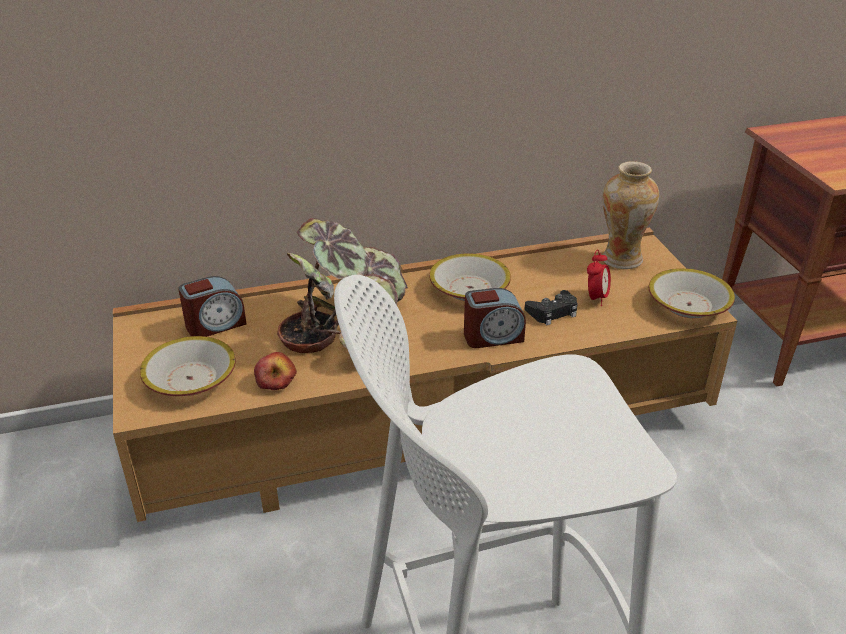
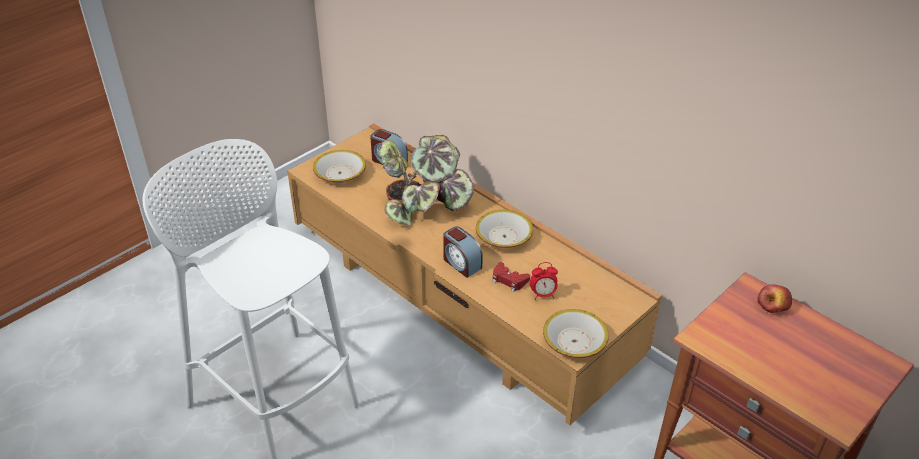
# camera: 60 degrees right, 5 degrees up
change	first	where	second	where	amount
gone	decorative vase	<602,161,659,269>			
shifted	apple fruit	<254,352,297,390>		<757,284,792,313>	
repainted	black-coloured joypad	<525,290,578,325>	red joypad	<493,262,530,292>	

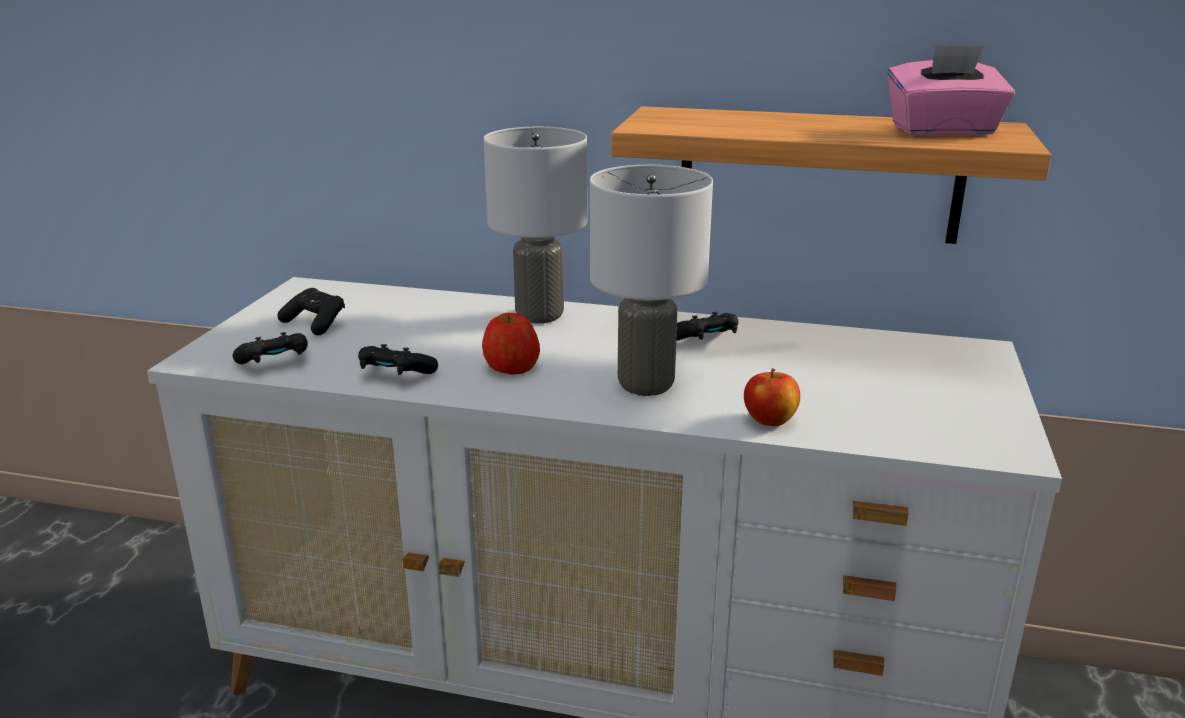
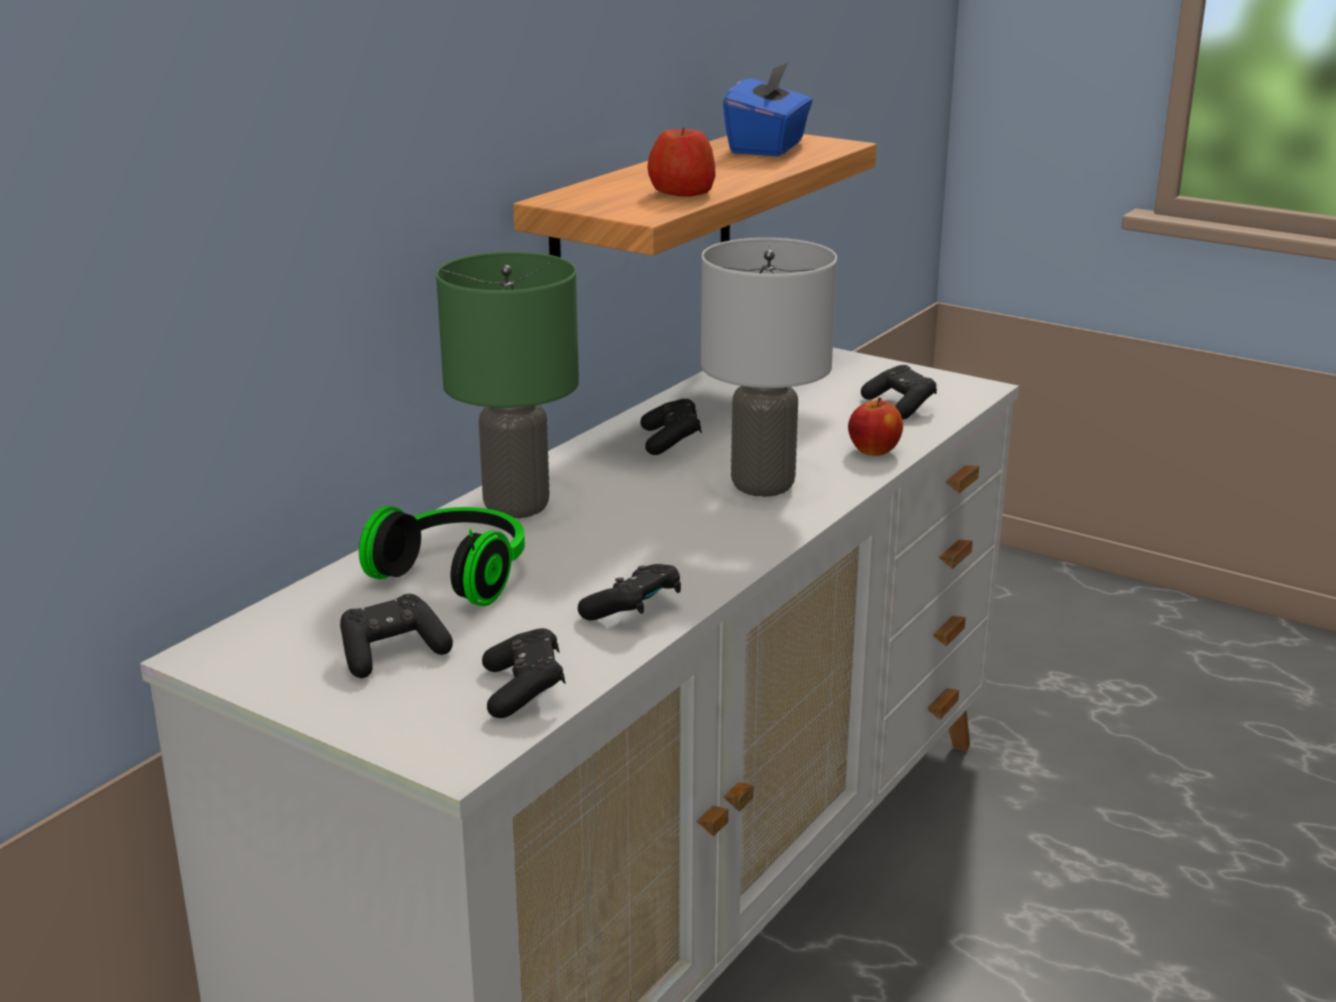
# camera: 70 degrees left, 0 degrees up
change	first	where	second	where	amount
new			headphones	<359,506,525,606>	
new			black-coloured joypad	<861,365,937,420>	
shifted	apple fruit	<482,313,540,375>		<647,127,716,197>	
repainted	white tabletop lamp	<484,127,587,324>	green-coloured tabletop lamp	<436,252,579,518>	
repainted	pink-coloured tissue box	<887,45,1015,136>	bluish tissue box	<723,61,813,156>	

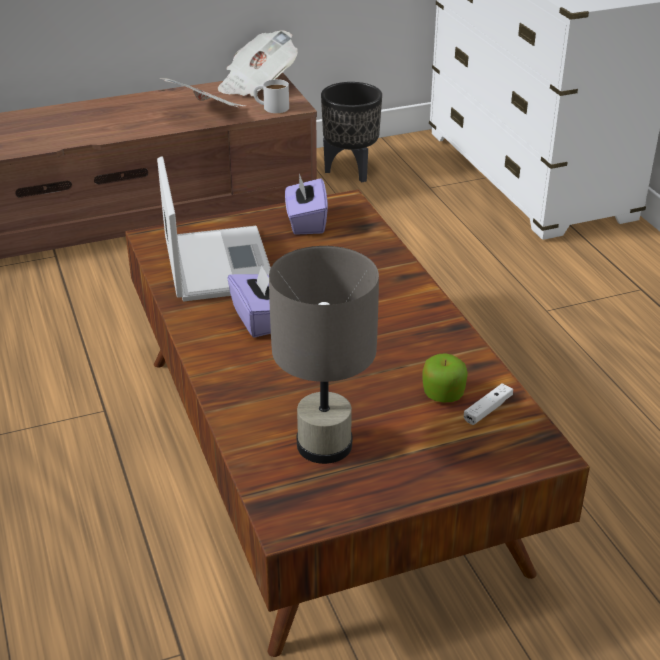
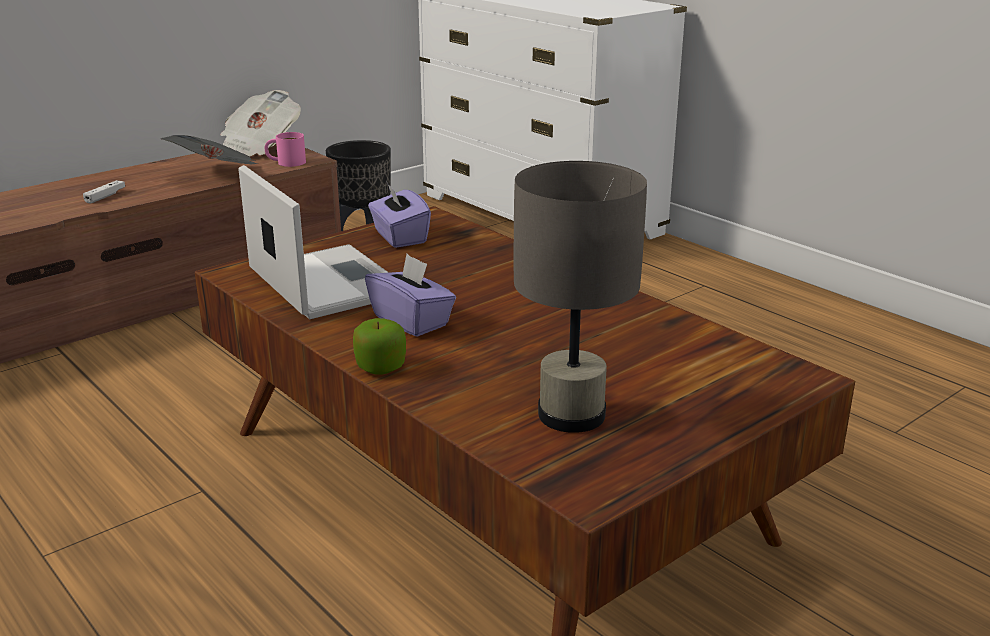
# camera: 20 degrees left, 10 degrees down
change	first	where	second	where	amount
shifted	apple fruit	<422,353,468,402>		<353,318,406,375>	
shifted	white joypad	<464,383,513,425>		<83,180,125,204>	
repainted	white tea mug	<253,79,289,113>	pink-coloured tea mug	<264,132,306,167>	

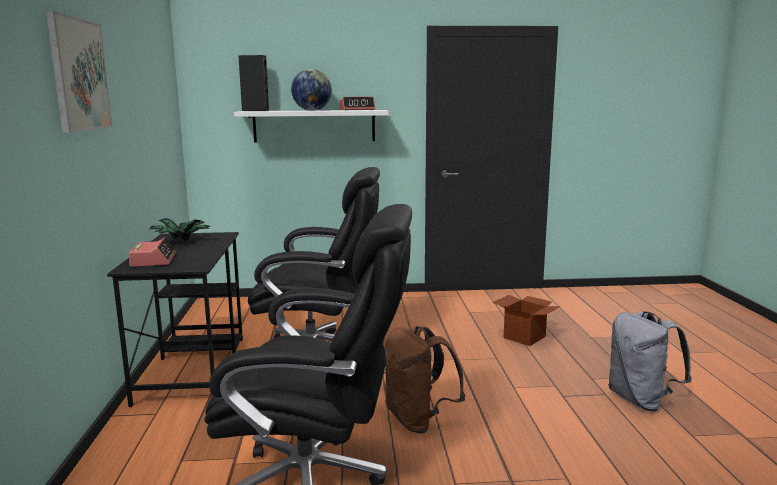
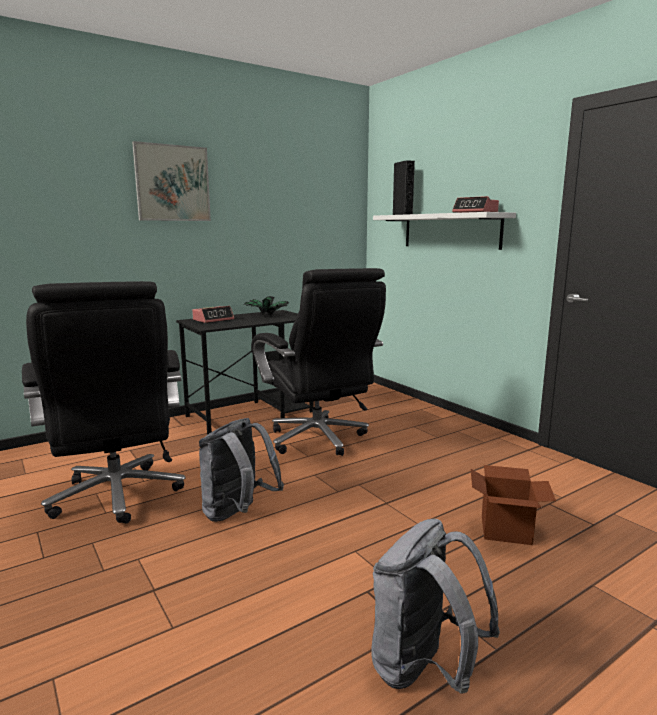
# camera: 60 degrees right, 0 degrees up
change	first	where	second	where	amount
gone	desk globe	<291,69,332,111>			
repainted	brownish rucksack	<385,326,466,433>	greyish rucksack	<199,418,284,522>	

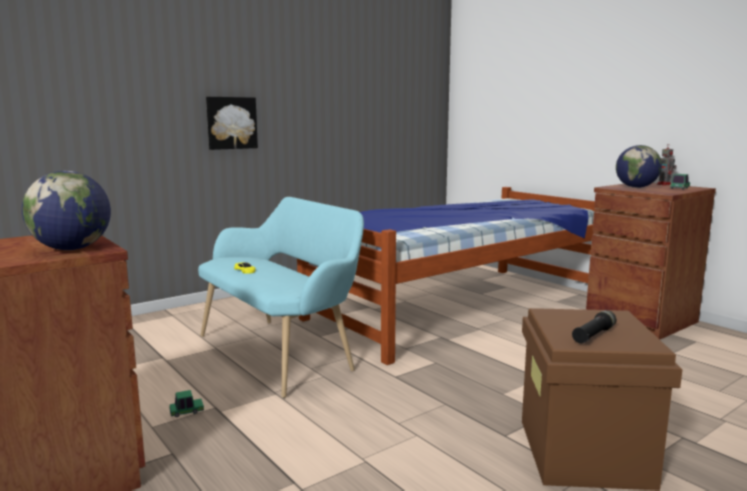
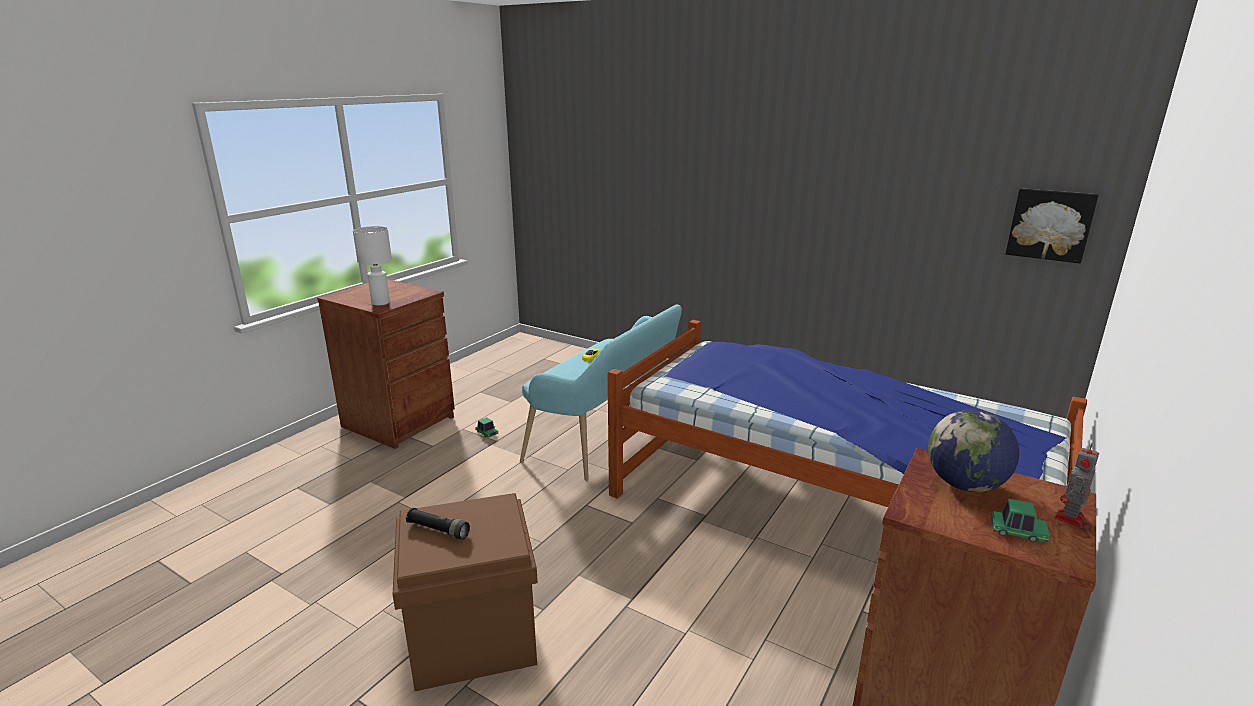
# camera: 70 degrees right, 10 degrees up
change	first	where	second	where	amount
shifted	wall art	<206,97,258,150>		<1006,188,1098,263>	
swapped	desk globe	<22,171,111,250>	white tabletop lamp	<353,226,392,305>	

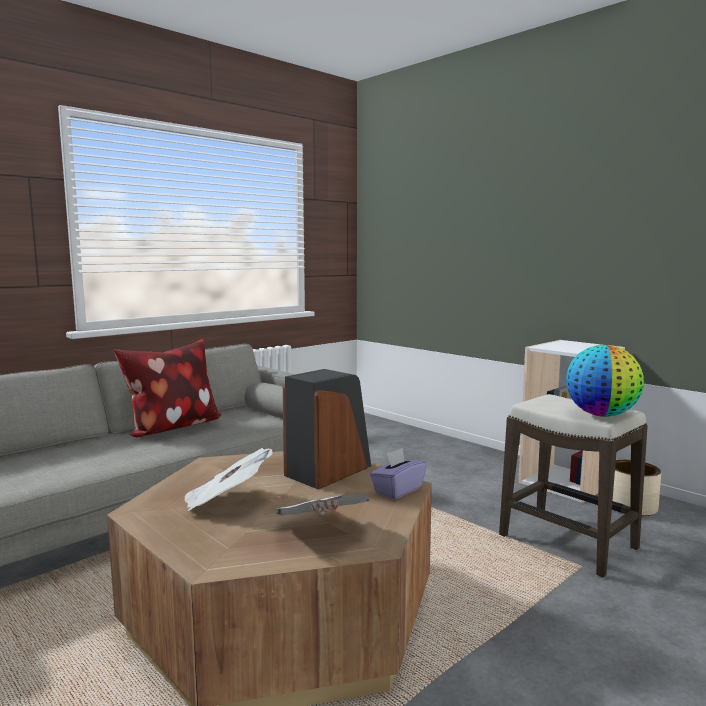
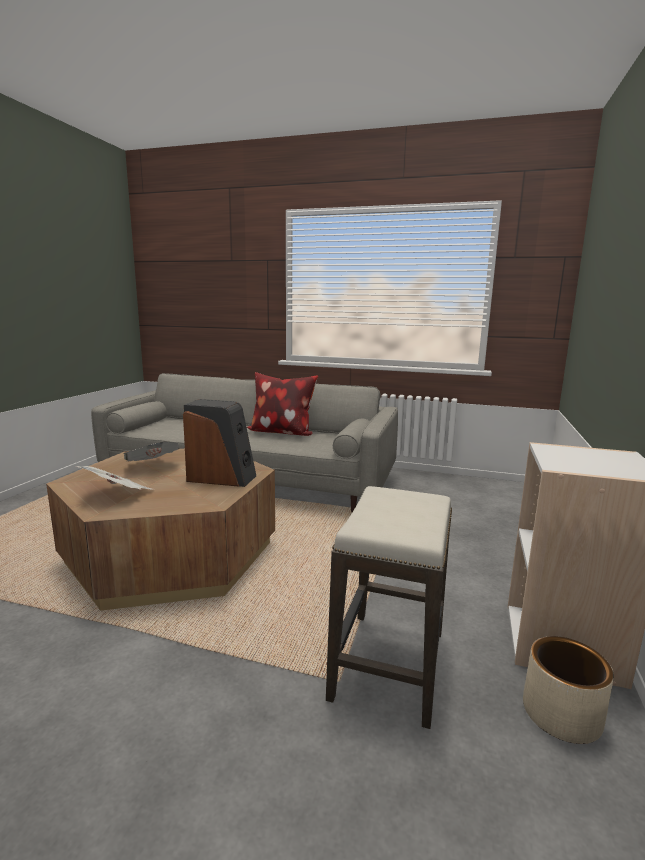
# camera: 60 degrees right, 5 degrees up
change	first	where	second	where	amount
gone	purple-coloured tissue box	<370,448,427,499>			
gone	desk globe	<566,345,644,417>			

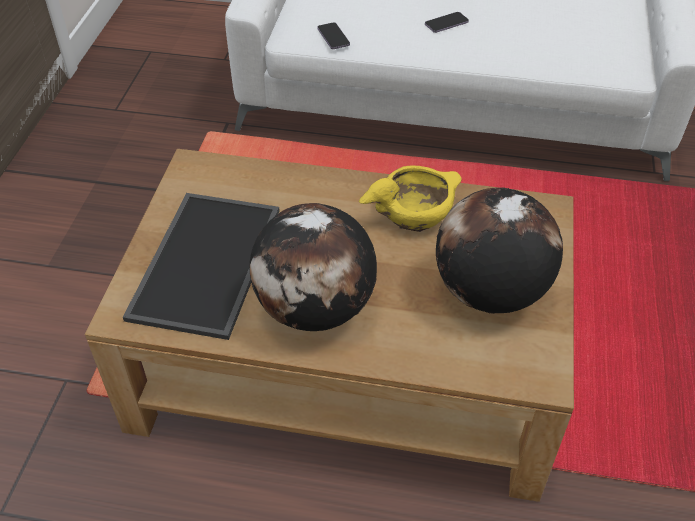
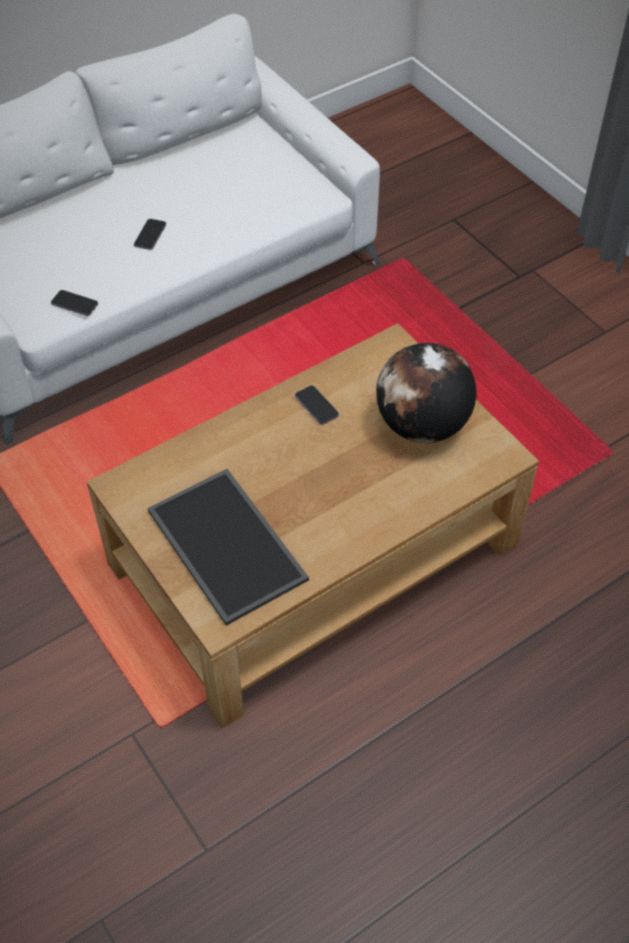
# camera: 45 degrees left, 5 degrees up
change	first	where	second	where	amount
gone	desk globe	<249,203,377,331>			
swapped	yellow-coloured deep dish	<359,165,462,232>	handset	<295,385,339,425>	

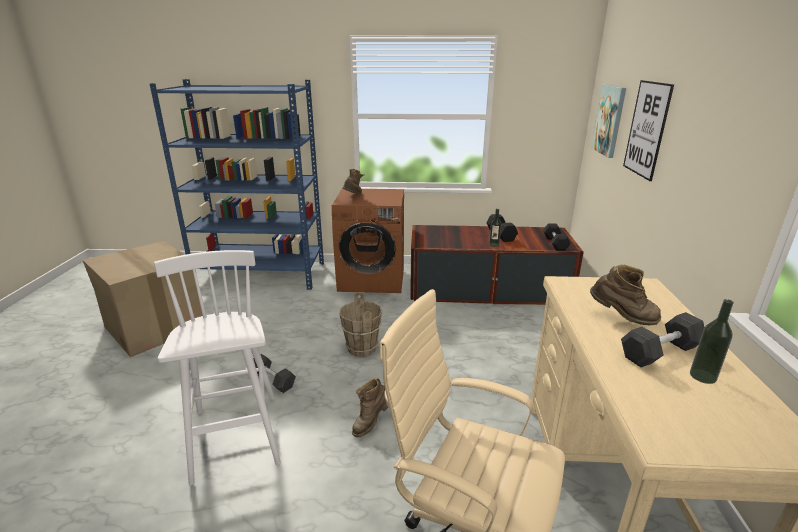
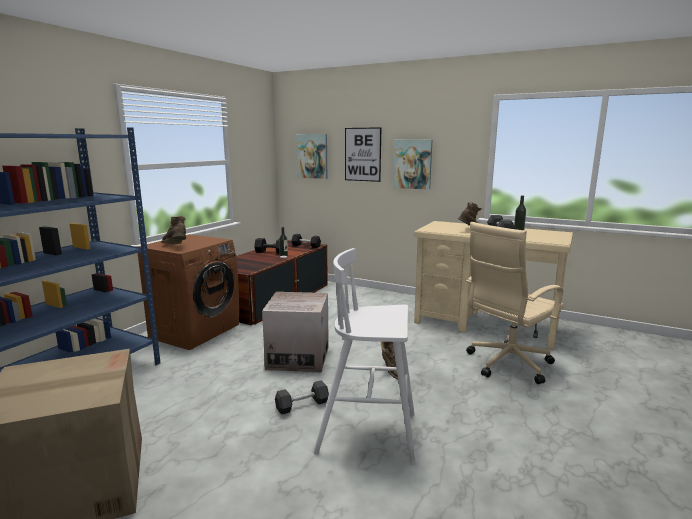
# camera: 65 degrees left, 10 degrees down
change	first	where	second	where	amount
new			wall art	<393,140,432,190>	
swapped	brownish bucket	<339,292,382,357>	carton	<262,292,329,373>	

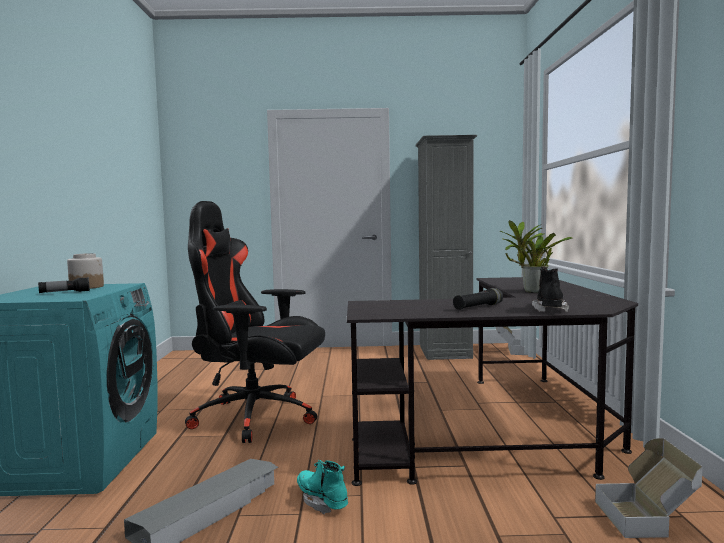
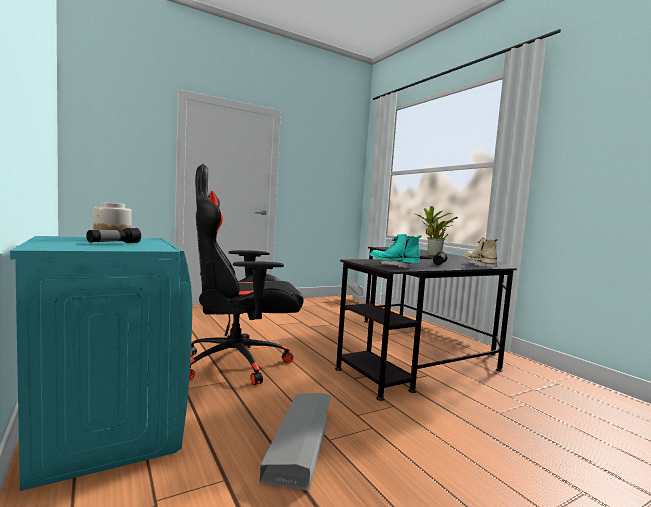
# camera: 30 degrees left, 0 degrees up
change	first	where	second	where	amount
gone	greyish storage cabinet	<415,135,477,360>			
gone	carton	<595,438,703,538>			
shifted	turquoise high-top boot	<297,460,349,514>		<370,234,422,269>	
repainted	black-coloured high-top boot	<532,266,569,312>	beige high-top boot	<465,237,498,267>	

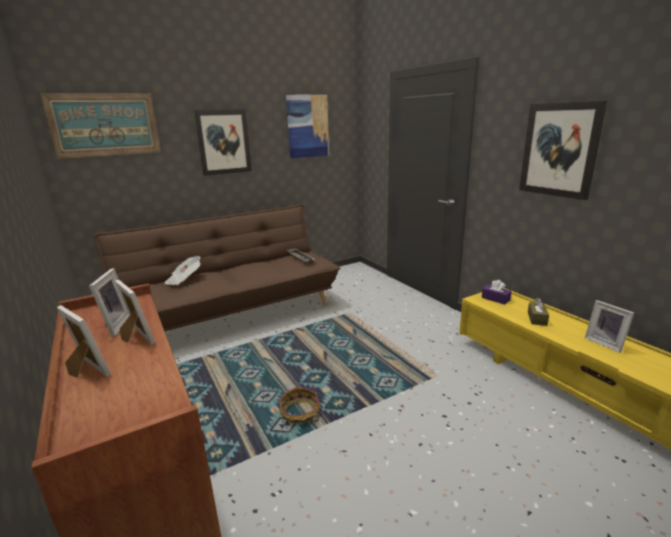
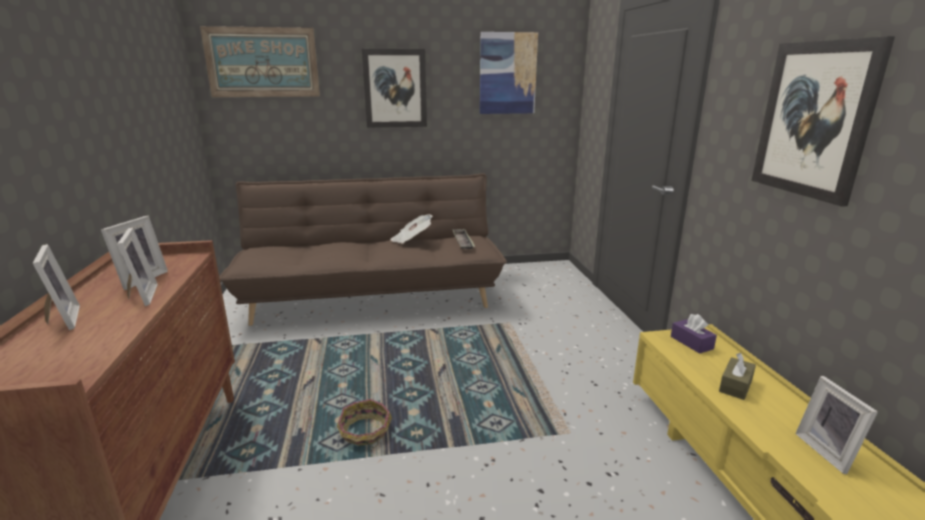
# camera: 20 degrees right, 0 degrees up
change	first	where	second	where	amount
shifted	printed paper	<164,256,201,285>		<390,214,433,244>	

